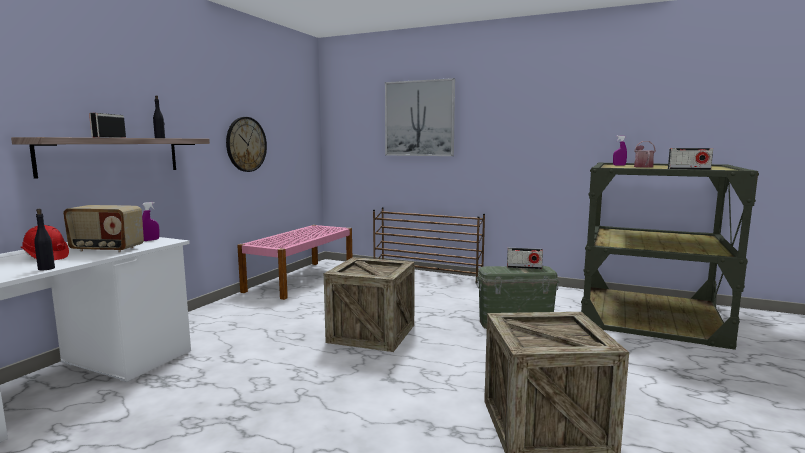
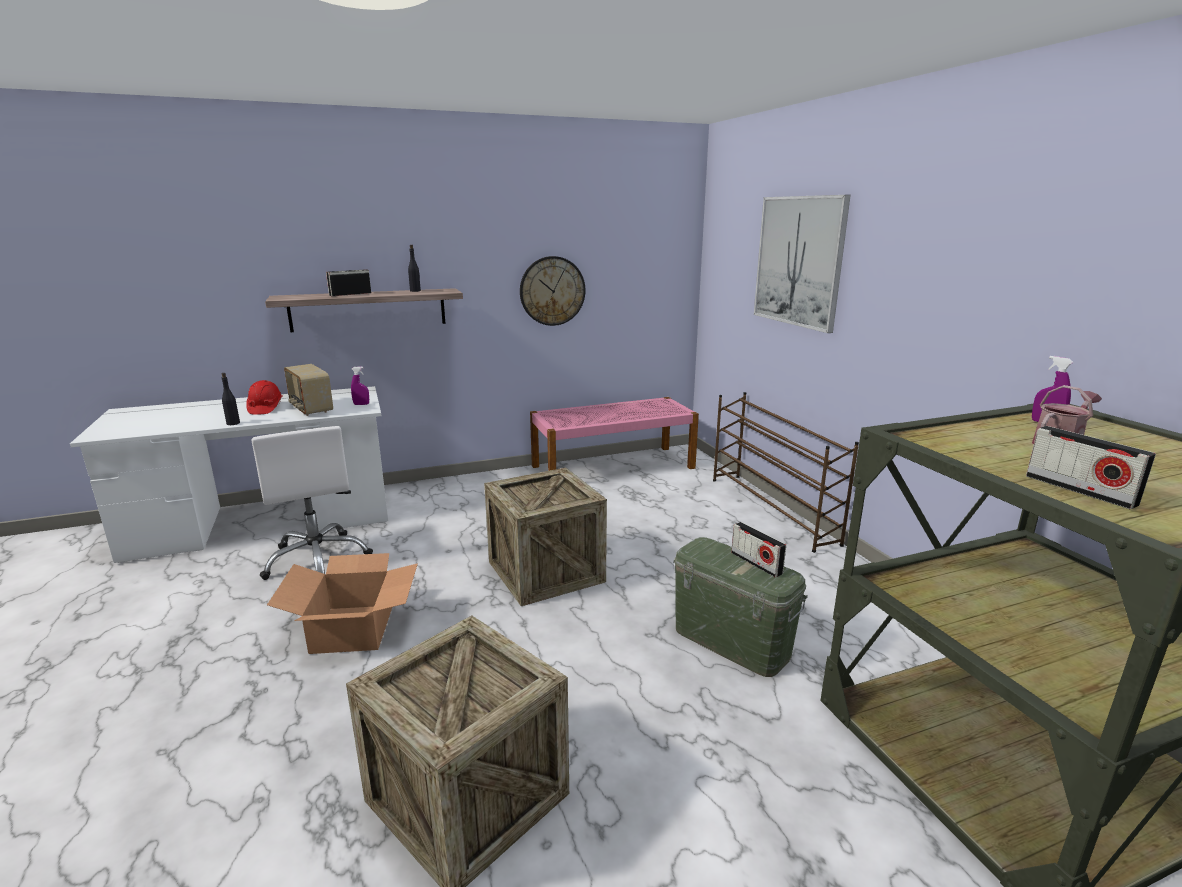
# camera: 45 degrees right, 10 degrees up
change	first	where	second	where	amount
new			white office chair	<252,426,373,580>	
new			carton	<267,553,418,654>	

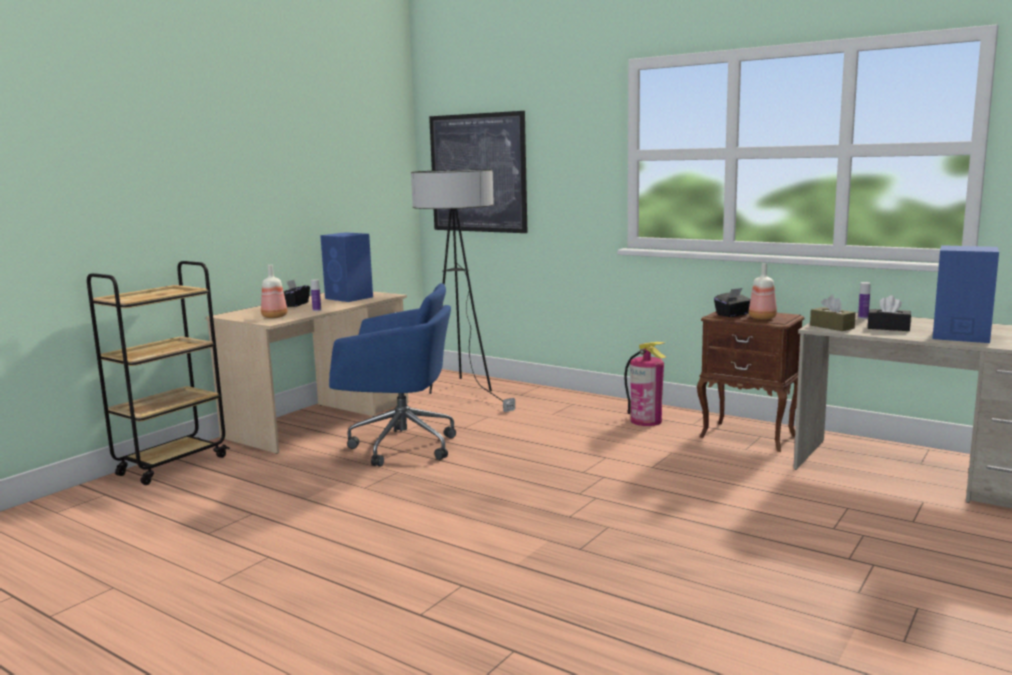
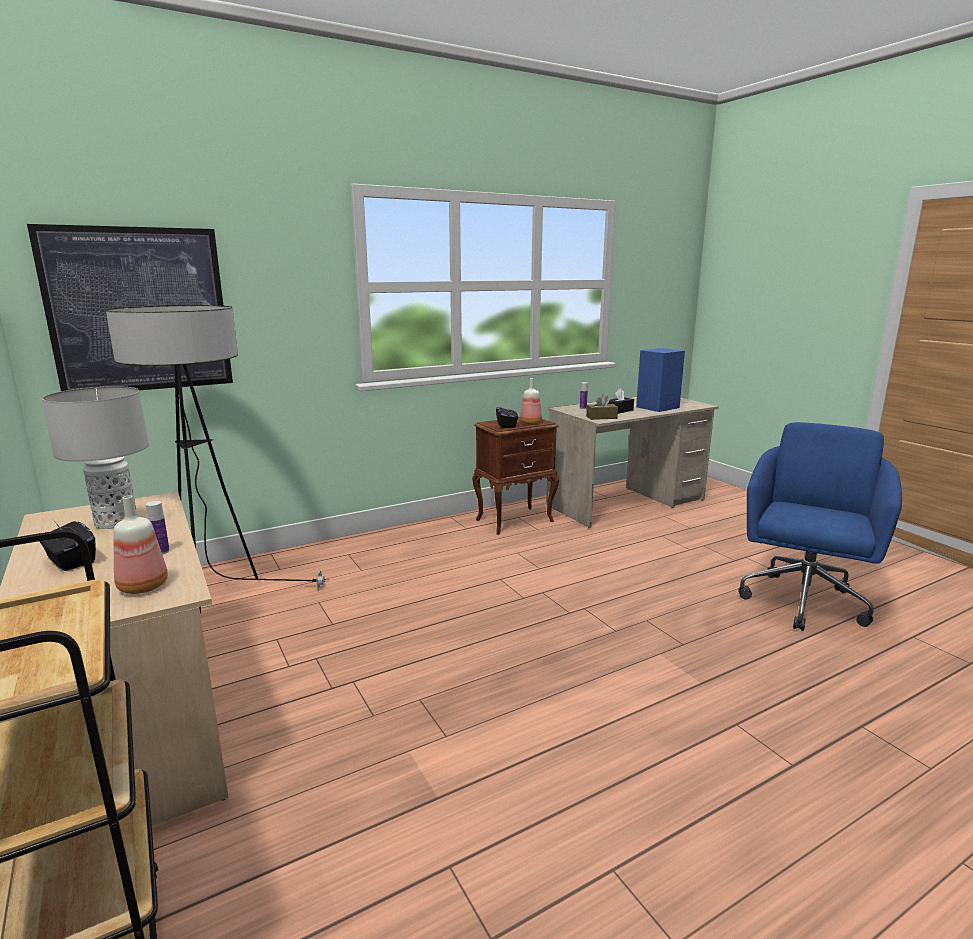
# camera: 65 degrees left, 5 degrees up
change	first	where	second	where	amount
gone	fire-fighting cylinder	<624,342,666,426>			
shifted	bluish office chair	<329,283,456,467>		<738,422,902,631>	
swapped	bluish loudspeaker	<320,232,373,302>	white tabletop lamp	<42,386,149,529>	

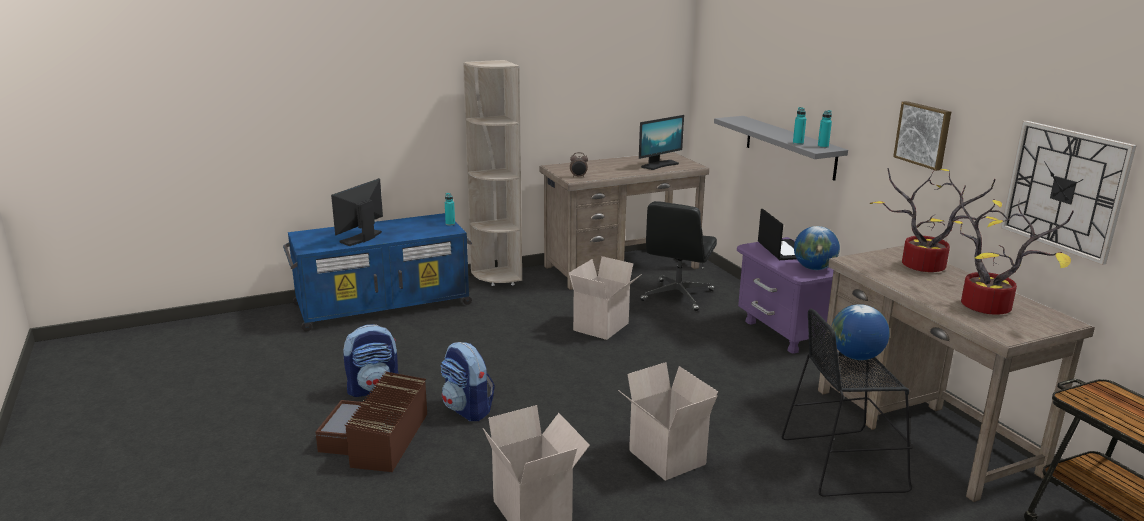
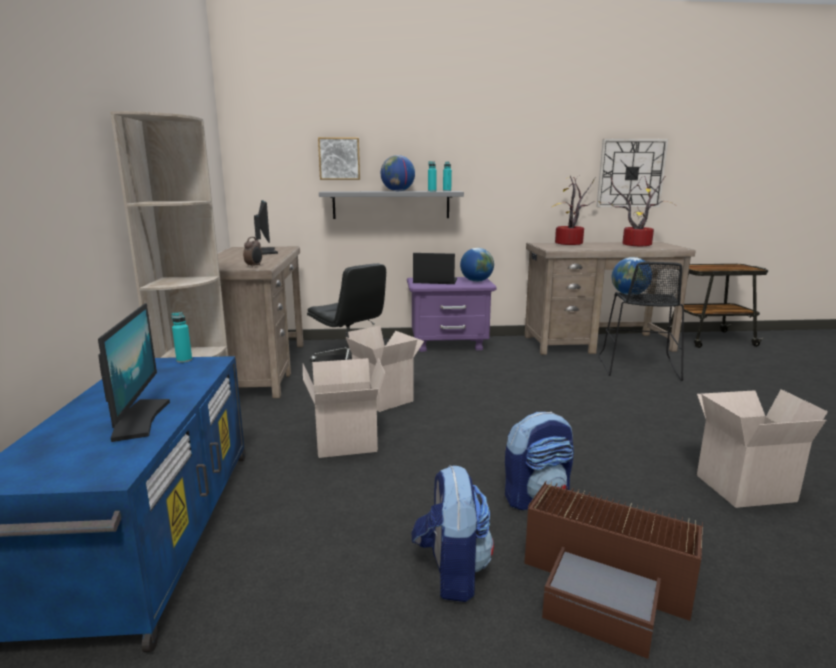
# camera: 70 degrees left, 5 degrees down
change	first	where	second	where	amount
new			desk globe	<381,155,415,191>	
shifted	carton	<618,362,718,481>		<303,358,385,458>	
shifted	wall art	<893,101,951,171>		<318,137,360,180>	
rotated	computer display	<331,178,383,246>		<98,303,170,442>	150 degrees counterclockwise

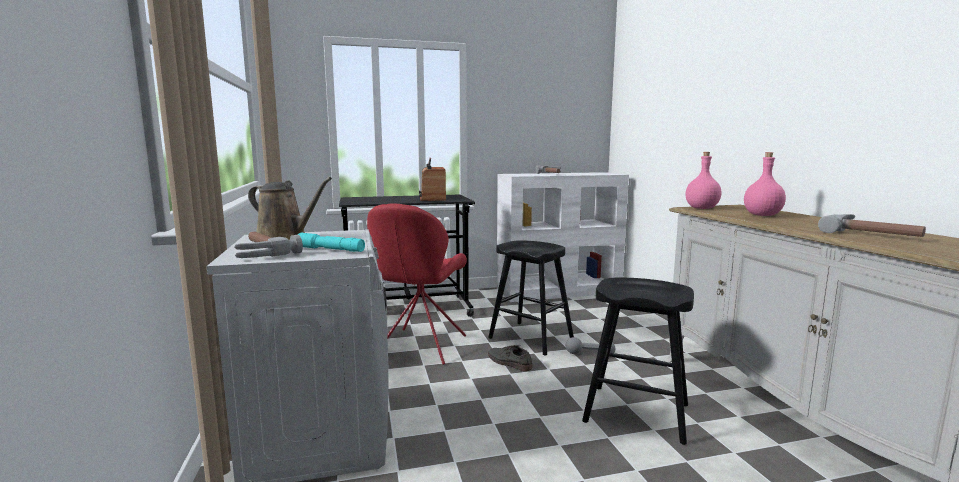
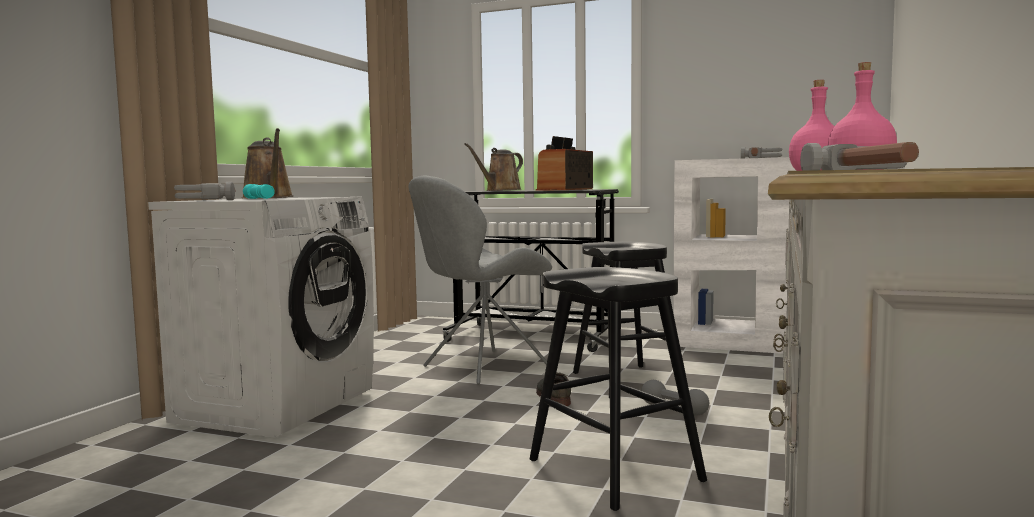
# camera: 35 degrees right, 5 degrees down
change	first	where	second	where	amount
new			brownish watering can	<464,143,523,191>	
repainted	red plain chair	<367,204,467,365>	greyish plain chair	<408,176,552,385>	

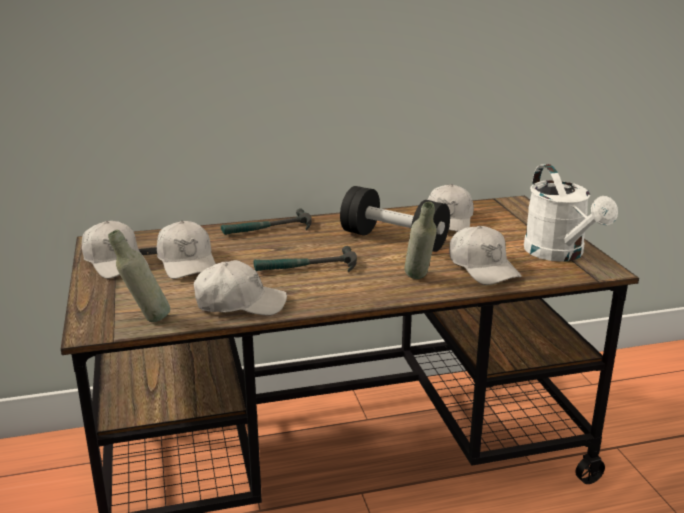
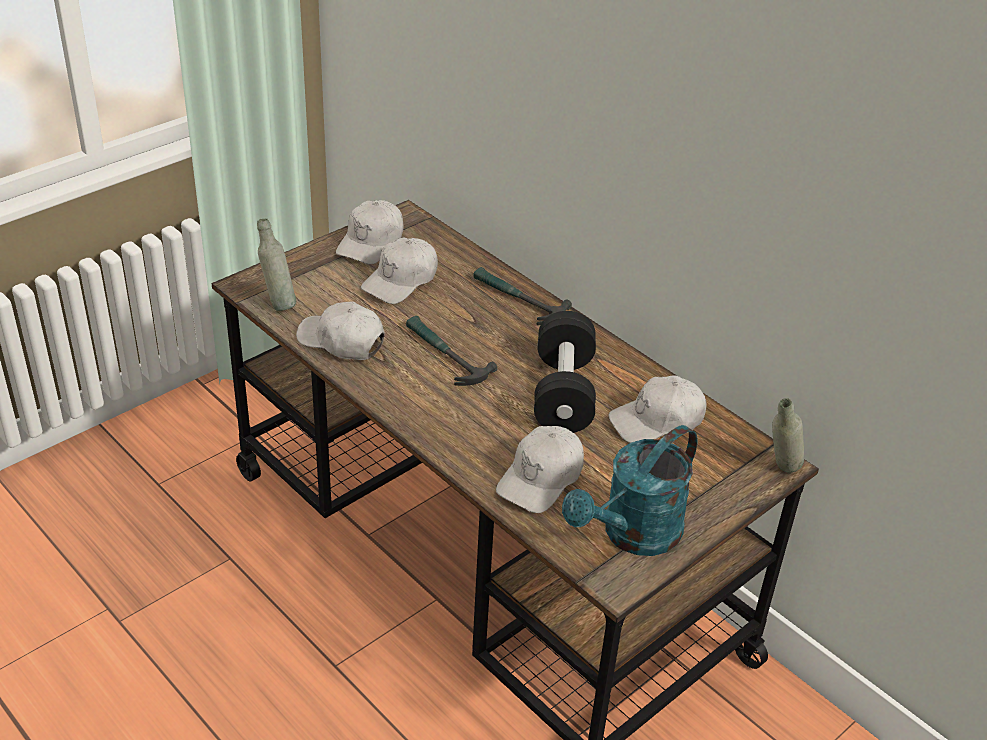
# camera: 60 degrees right, 15 degrees up
change	first	where	second	where	amount
shifted	greyish bottle	<405,202,437,279>		<772,398,804,473>	
repainted	white watering can	<524,164,618,262>	turquoise watering can	<562,425,698,556>	
rotated	white peaked cap	<194,260,287,316>		<296,302,385,360>	150 degrees clockwise

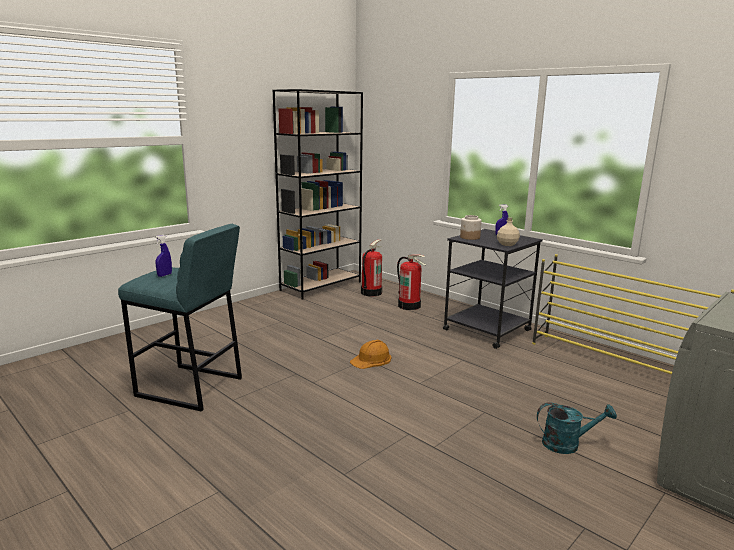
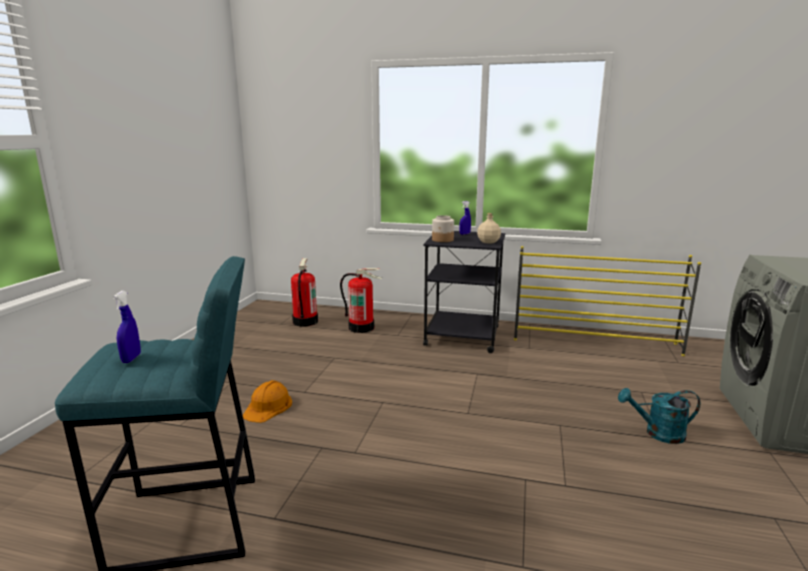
# camera: 30 degrees left, 0 degrees up
change	first	where	second	where	amount
gone	beige bookshelf	<273,89,363,300>			
shifted	orangey hard hat	<350,340,391,369>		<243,380,292,423>	
rotated	turquoise watering can	<537,402,617,454>		<618,388,700,444>	150 degrees counterclockwise

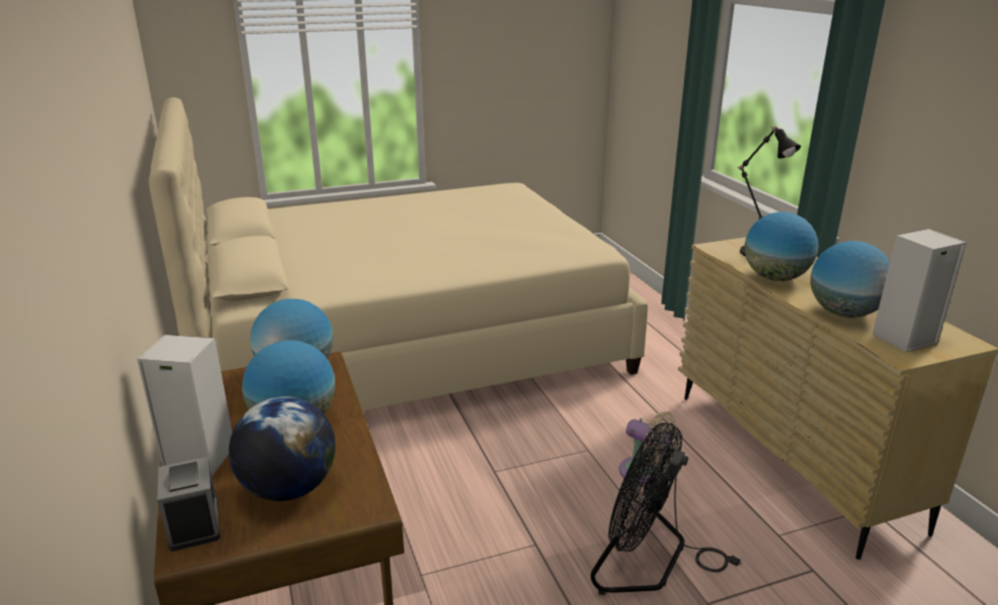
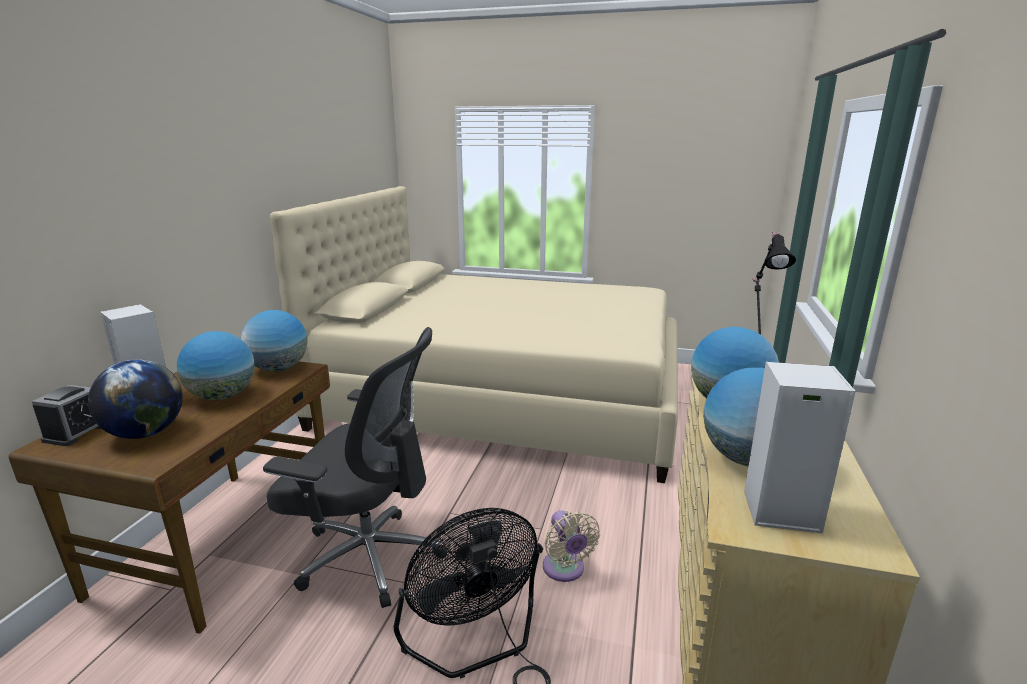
# camera: 35 degrees right, 5 degrees down
change	first	where	second	where	amount
new			office chair	<263,327,447,608>	

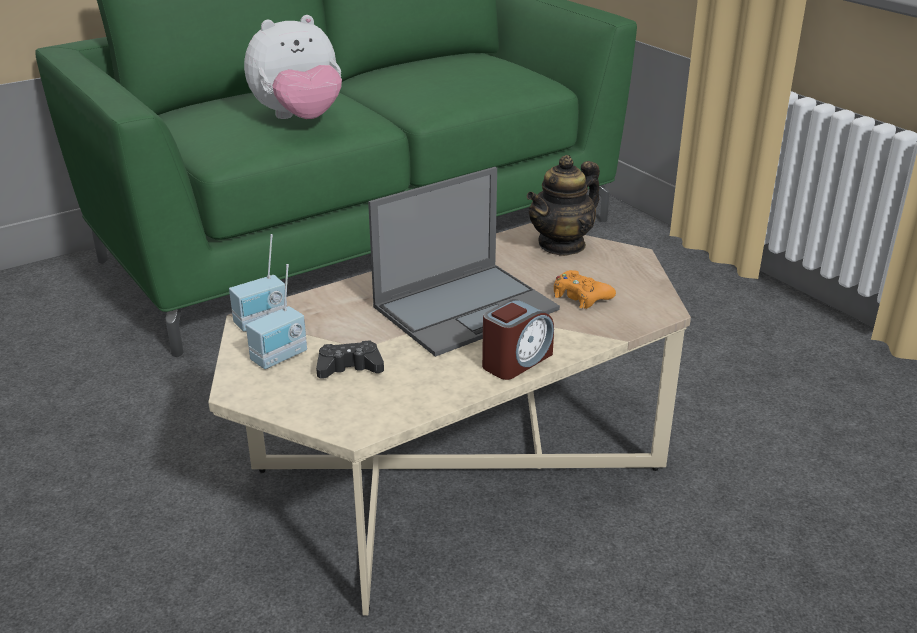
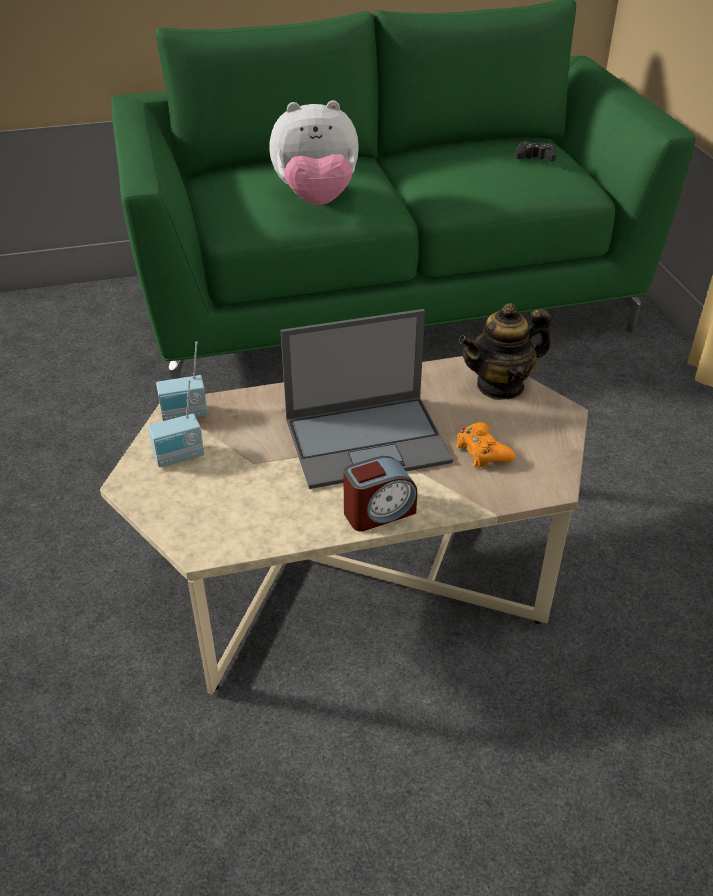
# camera: 20 degrees right, 10 degrees up
change	first	where	second	where	amount
shifted	black-coloured joypad	<316,340,384,379>		<515,141,556,162>	

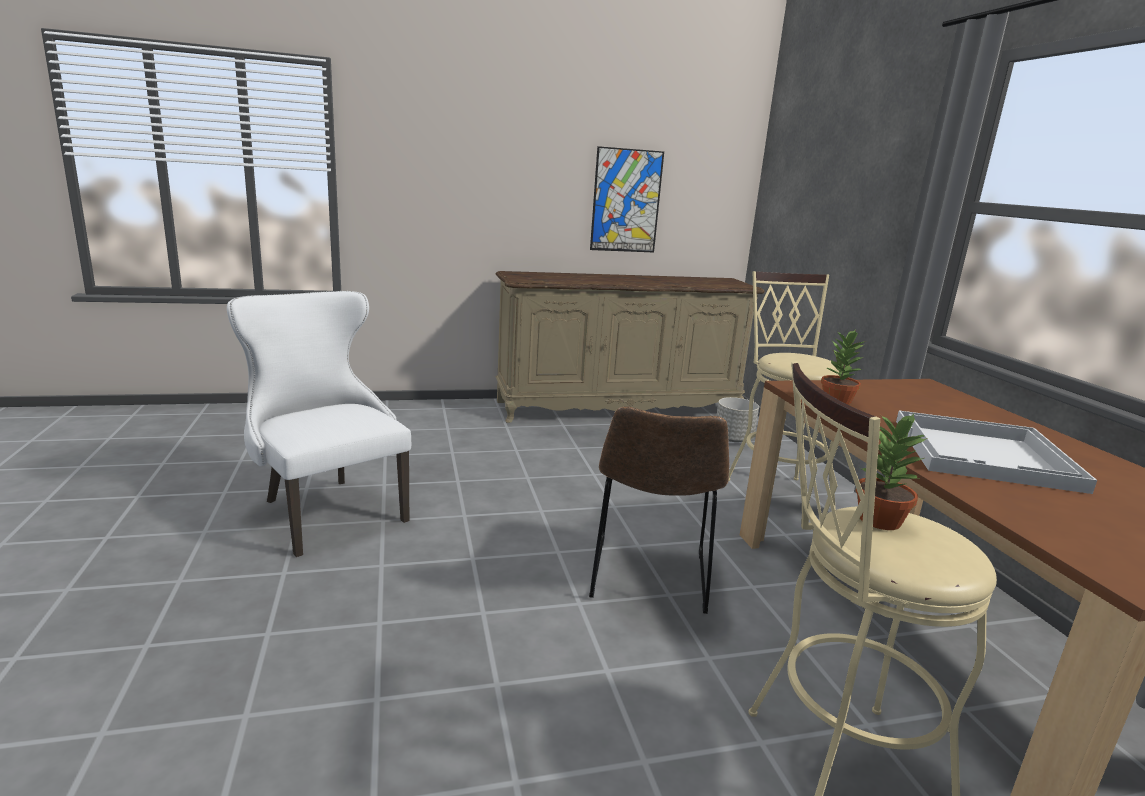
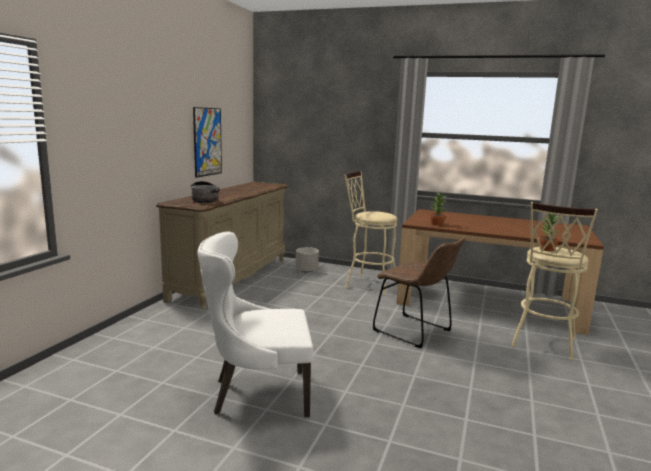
# camera: 55 degrees left, 5 degrees down
change	first	where	second	where	amount
gone	white serving tray	<896,411,1097,494>			
new			stockpot	<191,181,220,203>	

